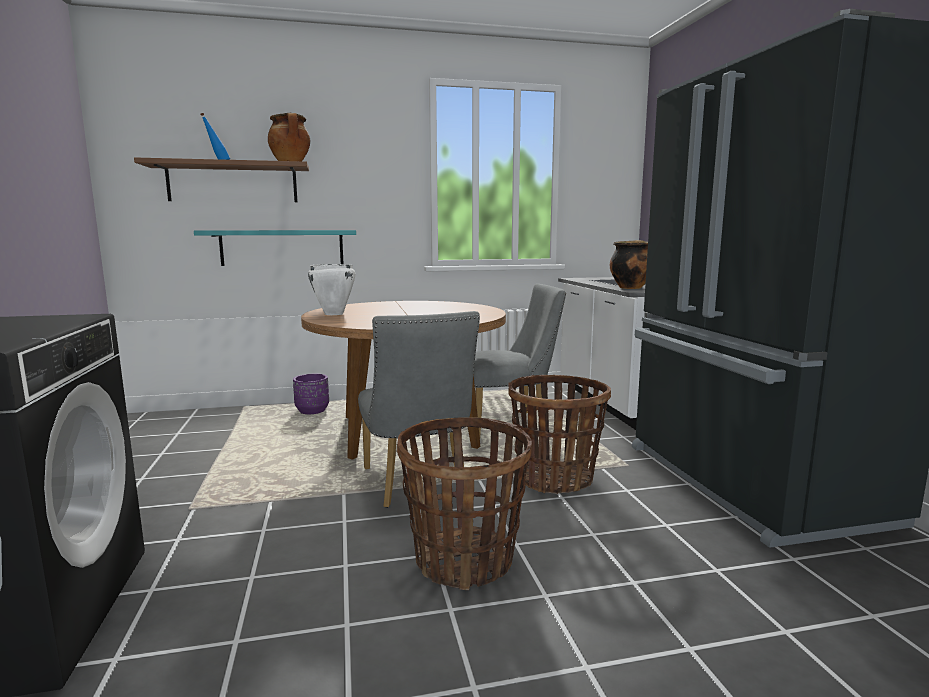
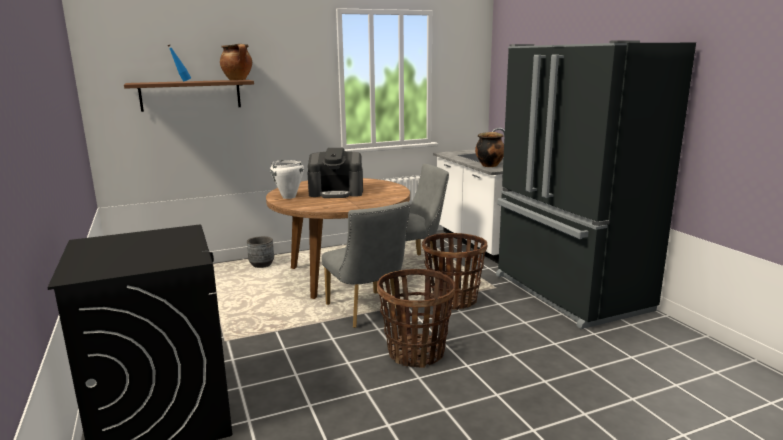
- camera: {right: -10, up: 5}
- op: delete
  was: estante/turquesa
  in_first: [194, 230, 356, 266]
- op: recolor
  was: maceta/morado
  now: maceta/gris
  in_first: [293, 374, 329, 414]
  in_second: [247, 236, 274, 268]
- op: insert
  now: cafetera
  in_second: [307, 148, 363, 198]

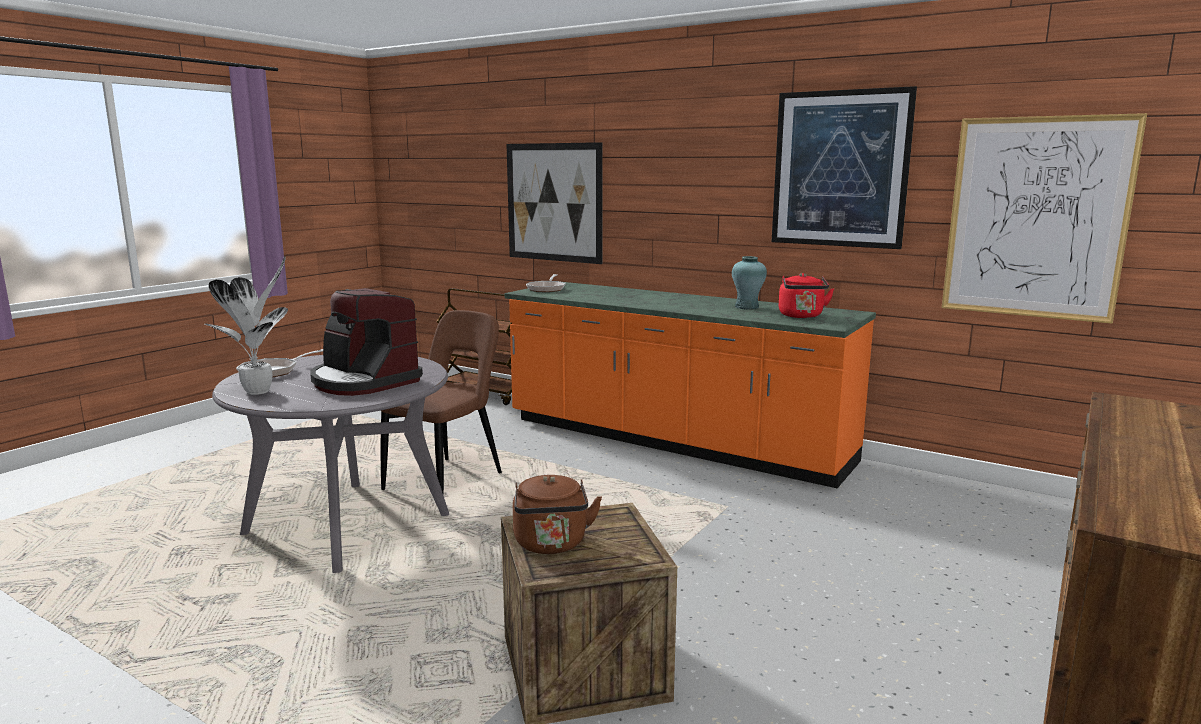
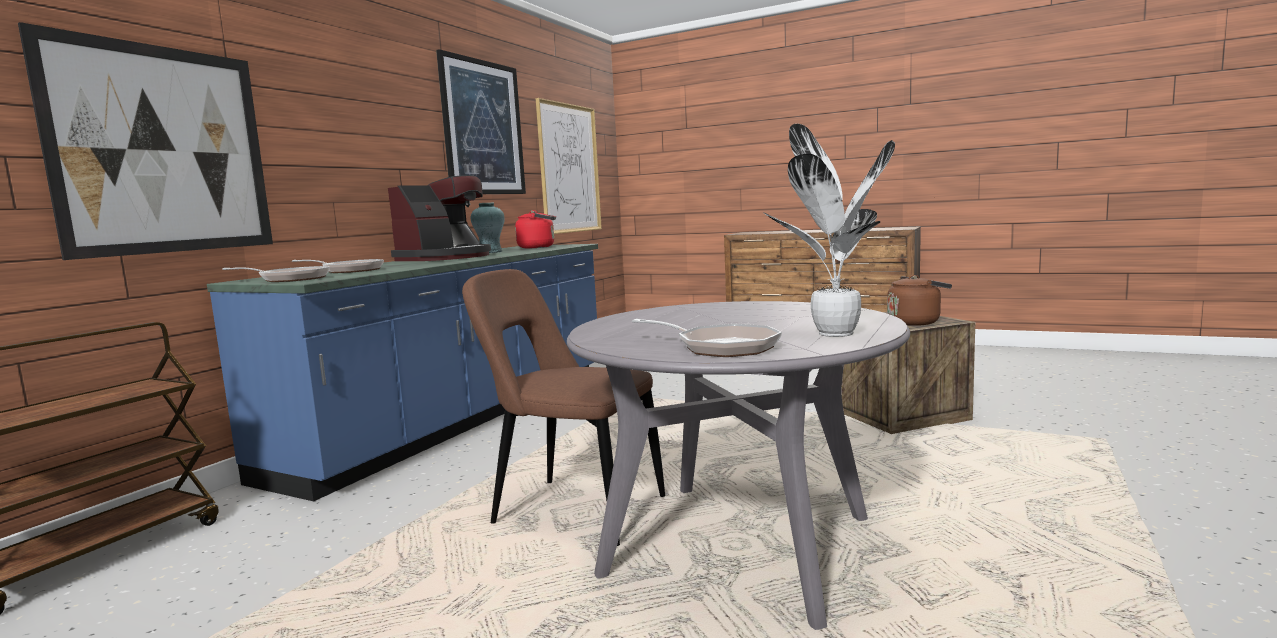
- camera: {right: -95, up: -5}
- op: recolor
  was: mueble bajo de cocina/naranja
  now: mueble bajo de cocina/azul
  in_first: [505, 282, 876, 488]
  in_second: [207, 244, 598, 501]
- op: move
  was: cafetera
  in_first: [310, 288, 423, 396]
  in_second: [388, 175, 491, 261]
- op: insert
  now: sartén
  in_second: [292, 259, 384, 273]

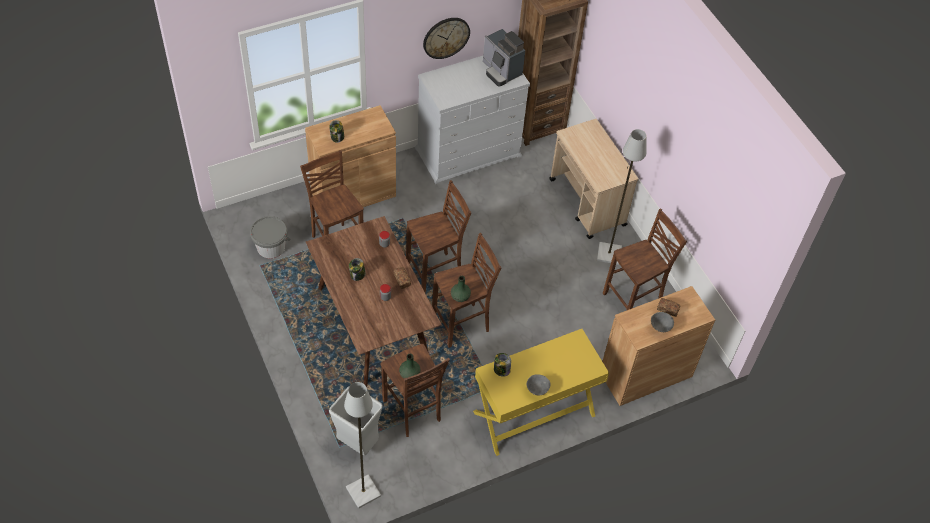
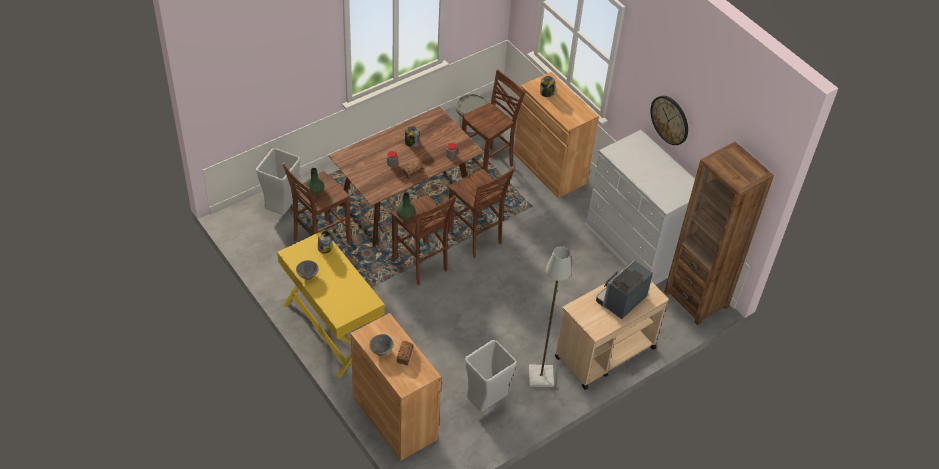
- camera: {right: 80, up: -5}
- op: move
  was: cafetera
  in_first: [483, 29, 525, 87]
  in_second: [596, 259, 653, 319]
- op: replace
  was: taburete/marrón
  now: papelera/gris
  in_first: [603, 208, 687, 311]
  in_second: [465, 340, 517, 412]
- op: delete
  was: lámpara de pie/gris
  in_first: [344, 382, 381, 509]

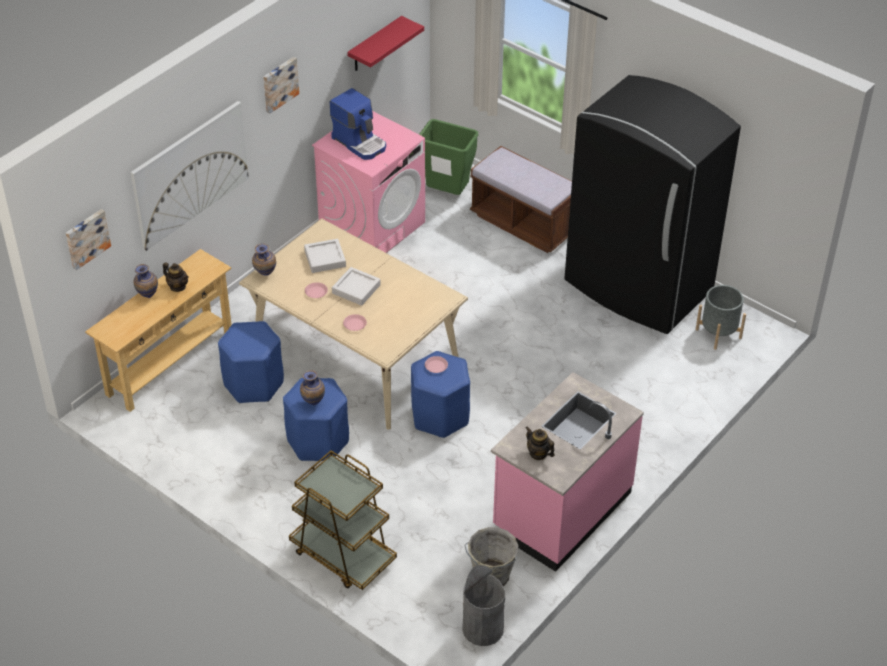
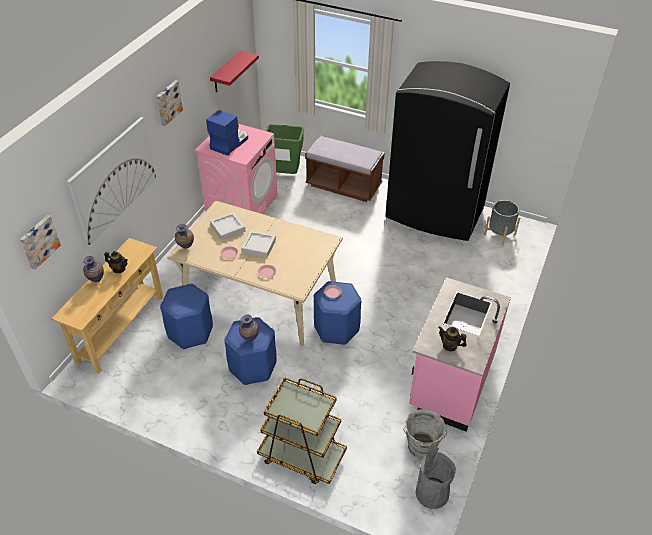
- camera: {right: -15, up: 0}
- op: rotate
  was: cafetera
  in_first: [330, 88, 386, 160]
  in_second: [206, 110, 248, 156]
  clockwise: -90

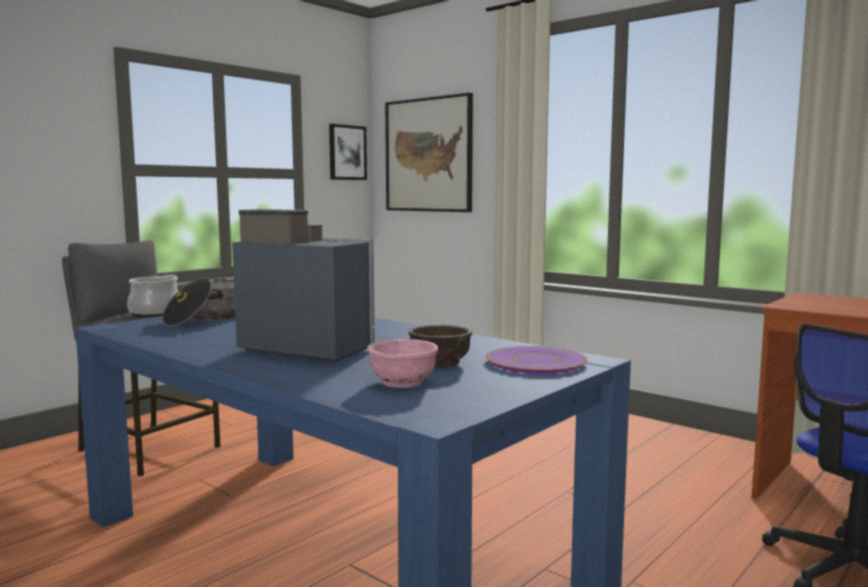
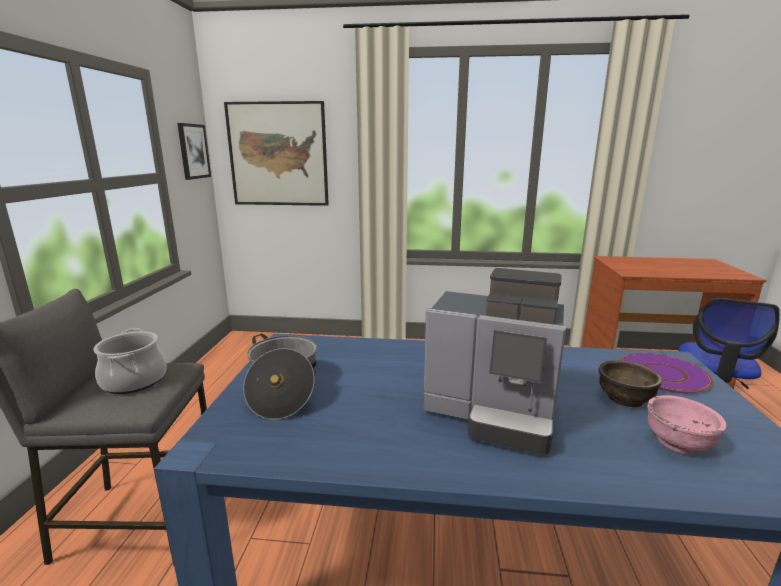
- camera: {right: -35, up: 10}
- op: rotate
  was: cafetera
  in_first: [232, 209, 375, 362]
  in_second: [423, 268, 566, 455]
  clockwise: -150

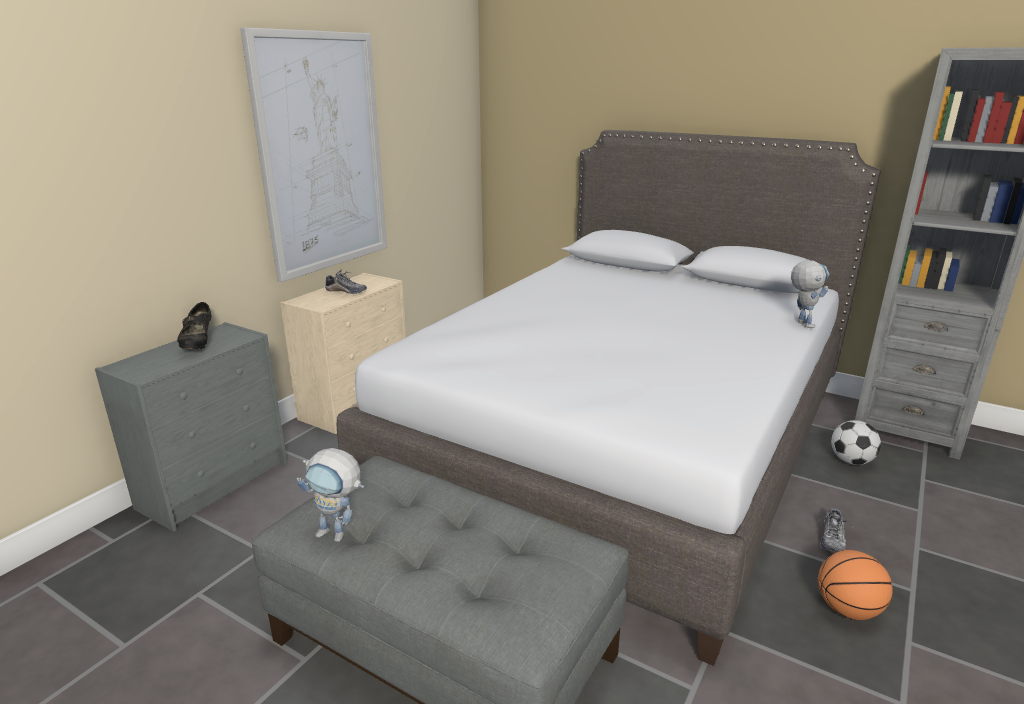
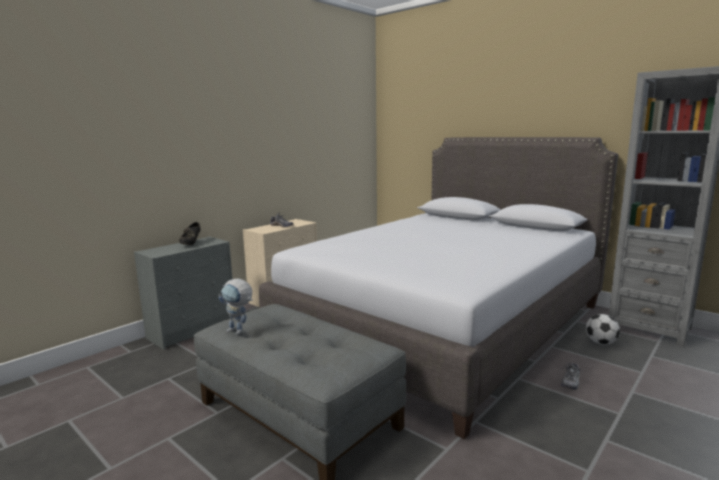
- camera: {right: 10, up: -10}
- op: delete
  was: cuadro
  in_first: [240, 27, 387, 282]
- op: delete
  was: robot de juguete
  in_first: [791, 260, 829, 328]
- op: delete
  was: balón de baloncesto
  in_first: [818, 550, 893, 620]

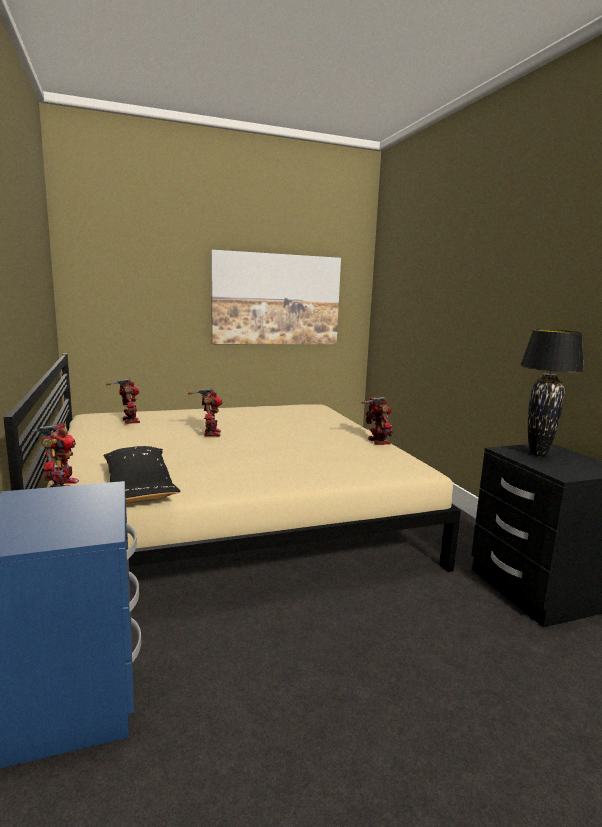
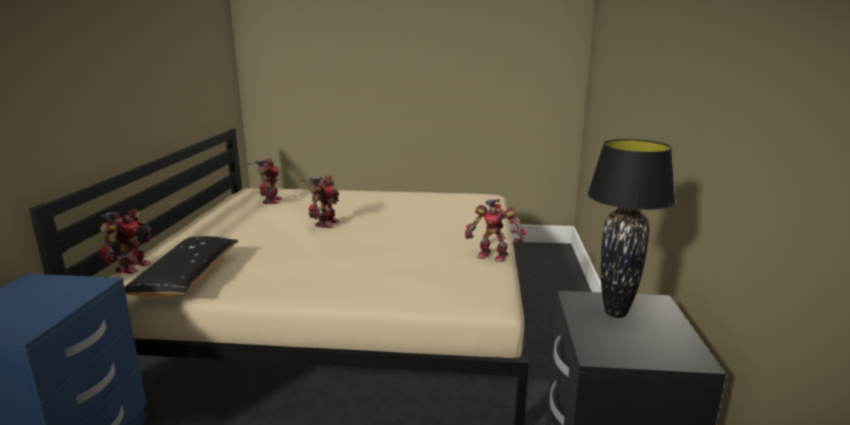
- camera: {right: 25, up: 5}
- op: delete
  was: cuadro
  in_first: [211, 250, 341, 344]
- op: rotate
  was: robot de juguete
  in_first: [361, 397, 394, 445]
  in_second: [465, 199, 526, 262]
  clockwise: 105

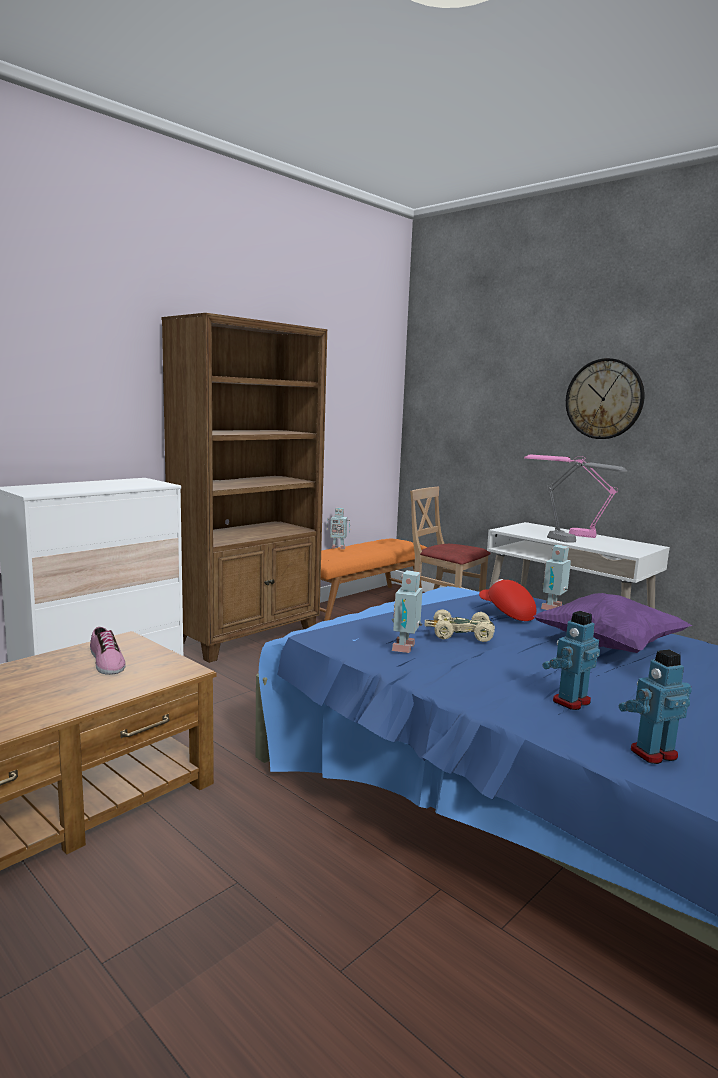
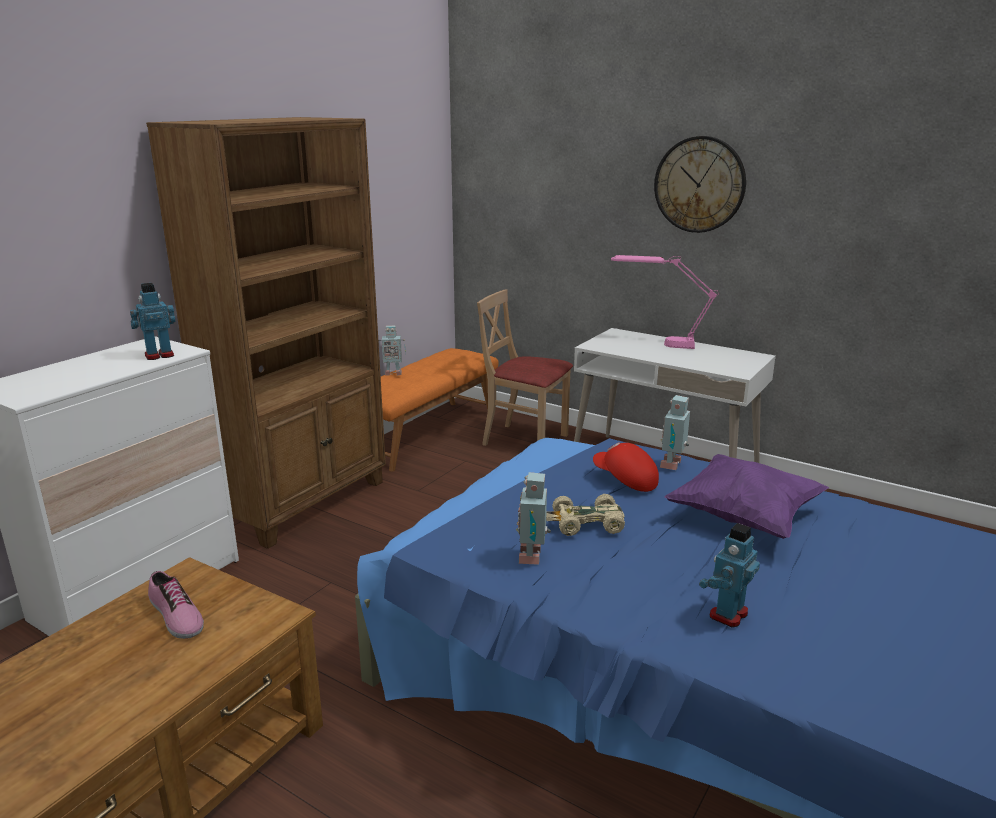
- camera: {right: -10, up: 10}
- op: delete
  was: lámpara de mesa/gris
  in_first: [547, 459, 627, 543]
- op: move
  was: robot de juguete
  in_first: [619, 649, 692, 764]
  in_second: [130, 283, 176, 360]

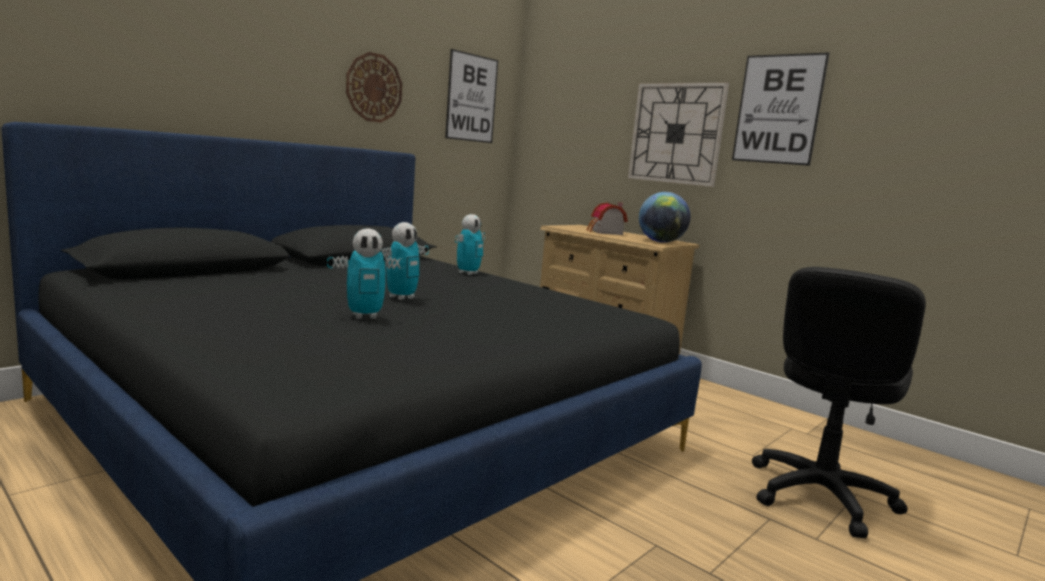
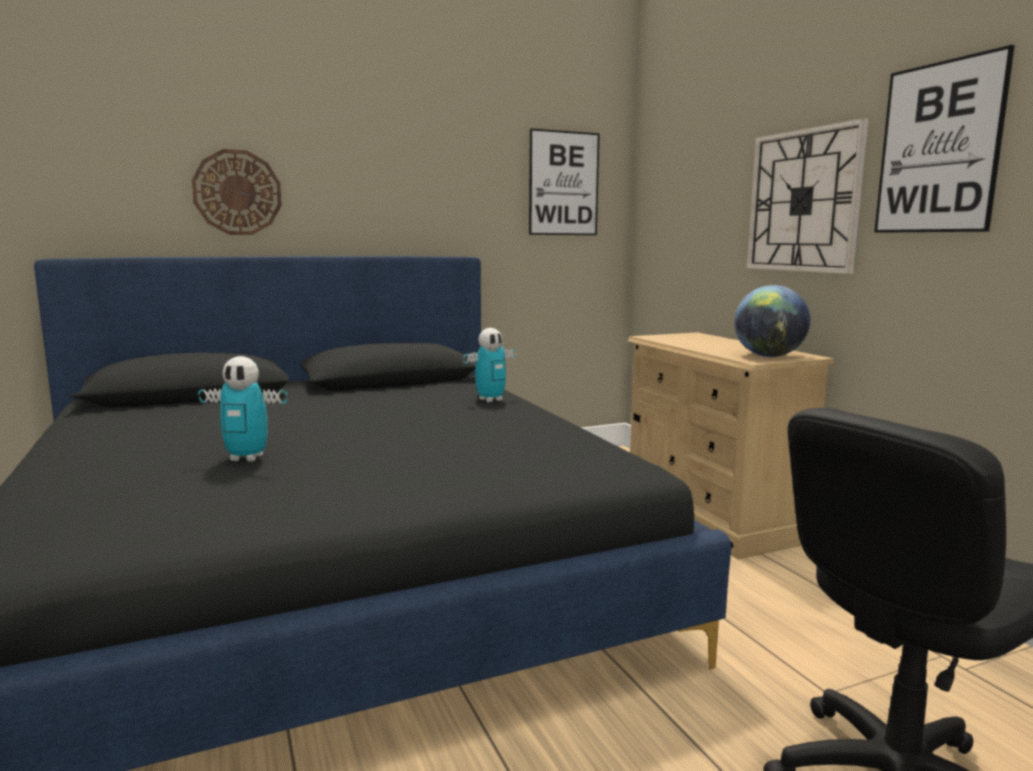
- camera: {right: 25, up: 0}
- op: move
  was: reloj de pared
  in_first: [346, 52, 402, 123]
  in_second: [192, 149, 282, 235]
- op: delete
  was: casita
  in_first: [586, 202, 628, 235]
- op: delete
  was: robot de juguete
  in_first: [381, 222, 429, 300]

